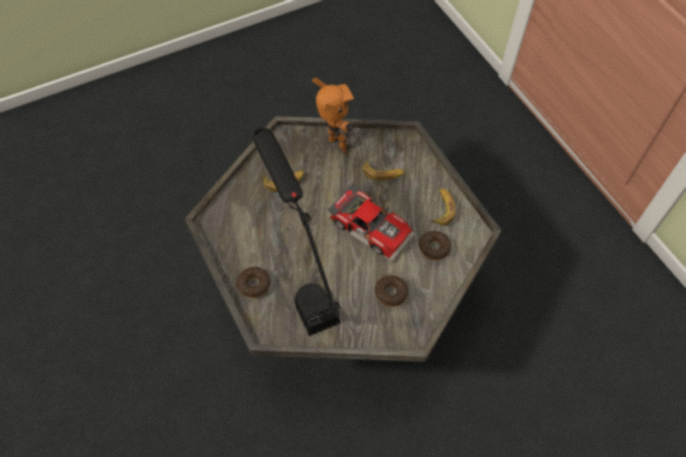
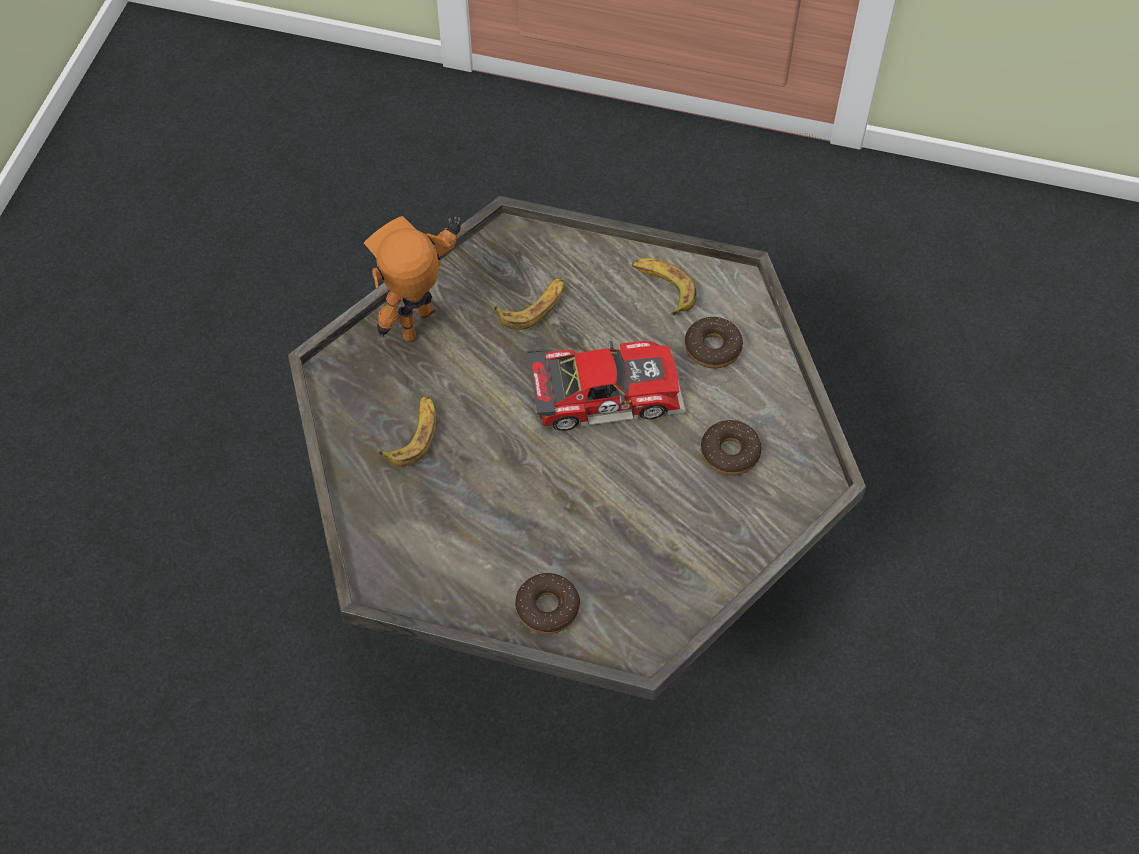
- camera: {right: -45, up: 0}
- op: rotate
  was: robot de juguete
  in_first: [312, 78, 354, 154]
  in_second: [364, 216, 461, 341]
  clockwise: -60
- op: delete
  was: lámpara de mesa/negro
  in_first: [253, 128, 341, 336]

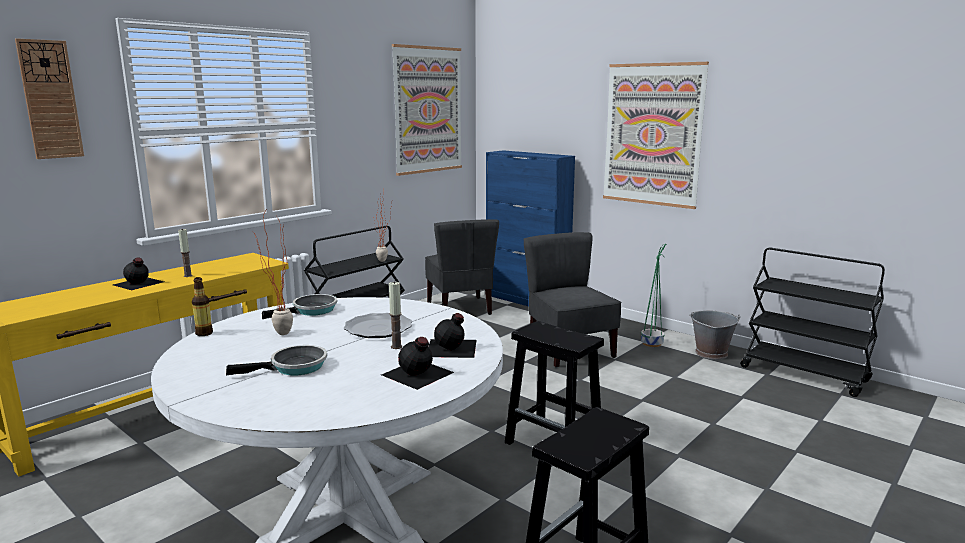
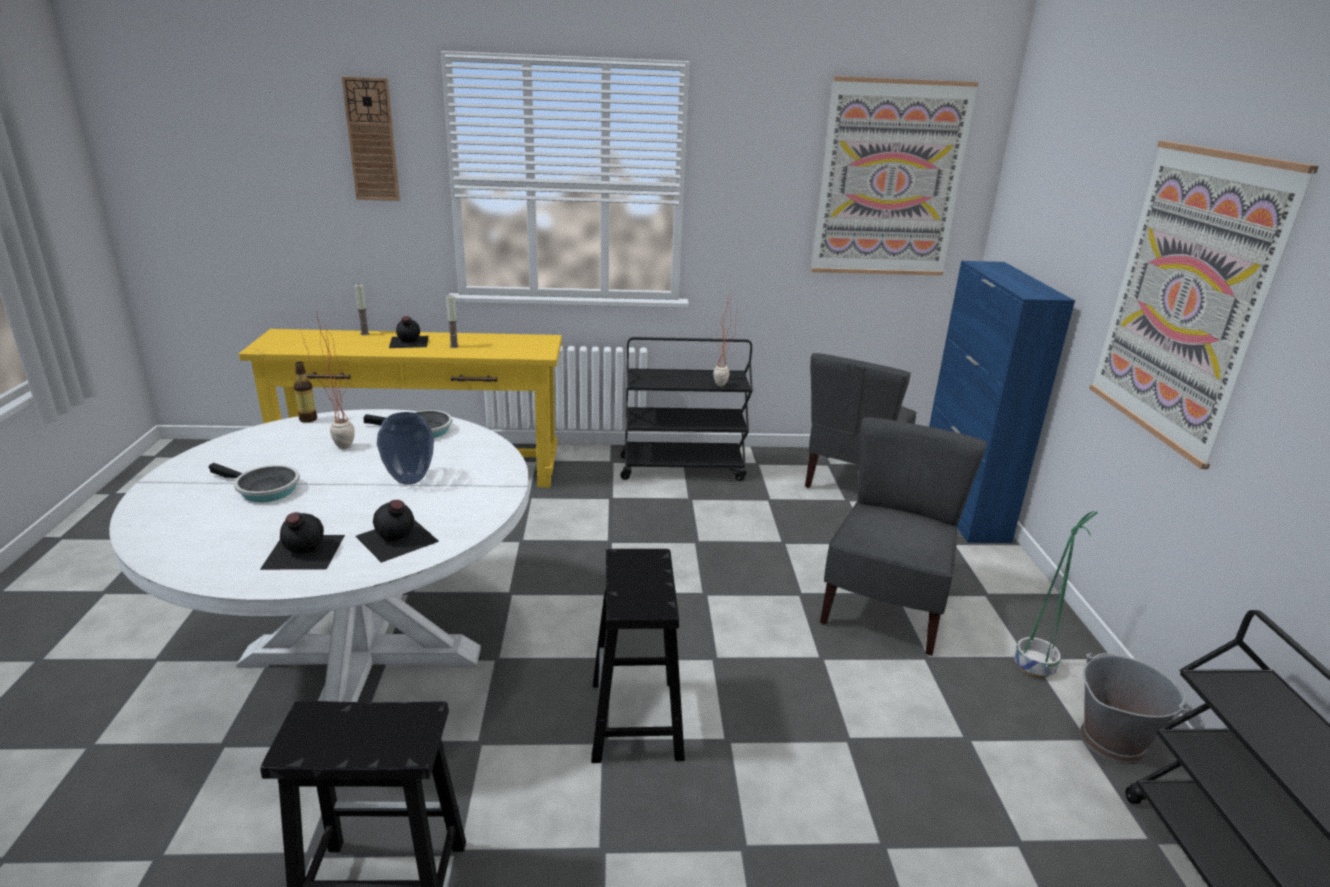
- camera: {right: 45, up: 10}
- op: move
  was: vela
  in_first: [389, 281, 403, 349]
  in_second: [355, 284, 370, 335]
- op: replace
  was: plato
  now: florero
  in_first: [344, 313, 412, 338]
  in_second: [377, 412, 434, 485]

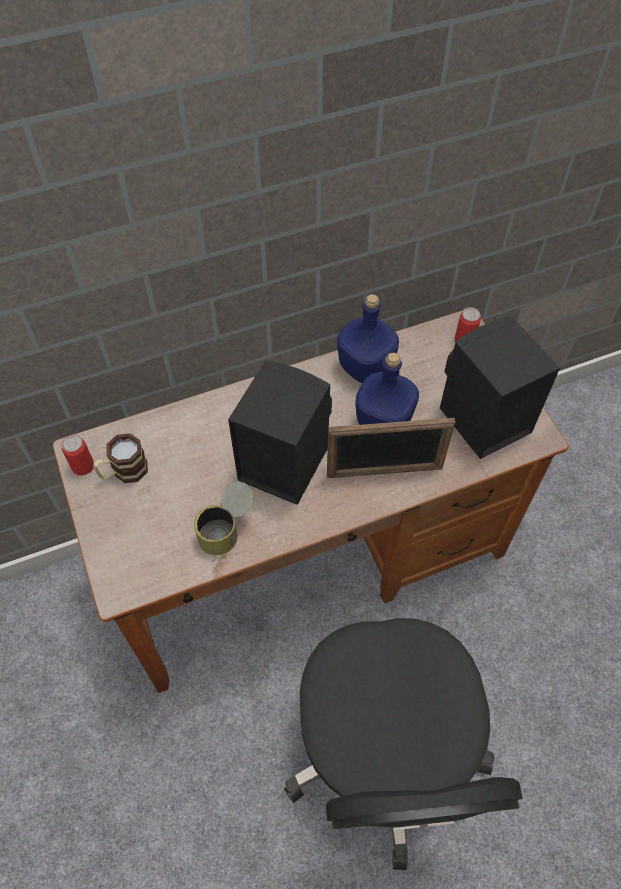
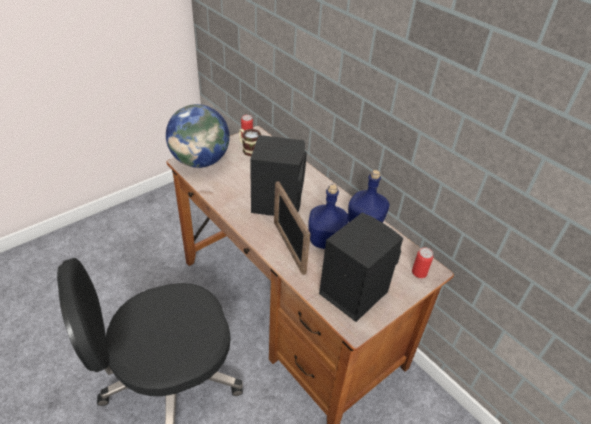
- camera: {right: 70, up: -15}
- op: delete
  was: lata
  in_first: [194, 481, 253, 555]
- op: insert
  now: globo terráqueo
  in_second: [166, 104, 230, 168]

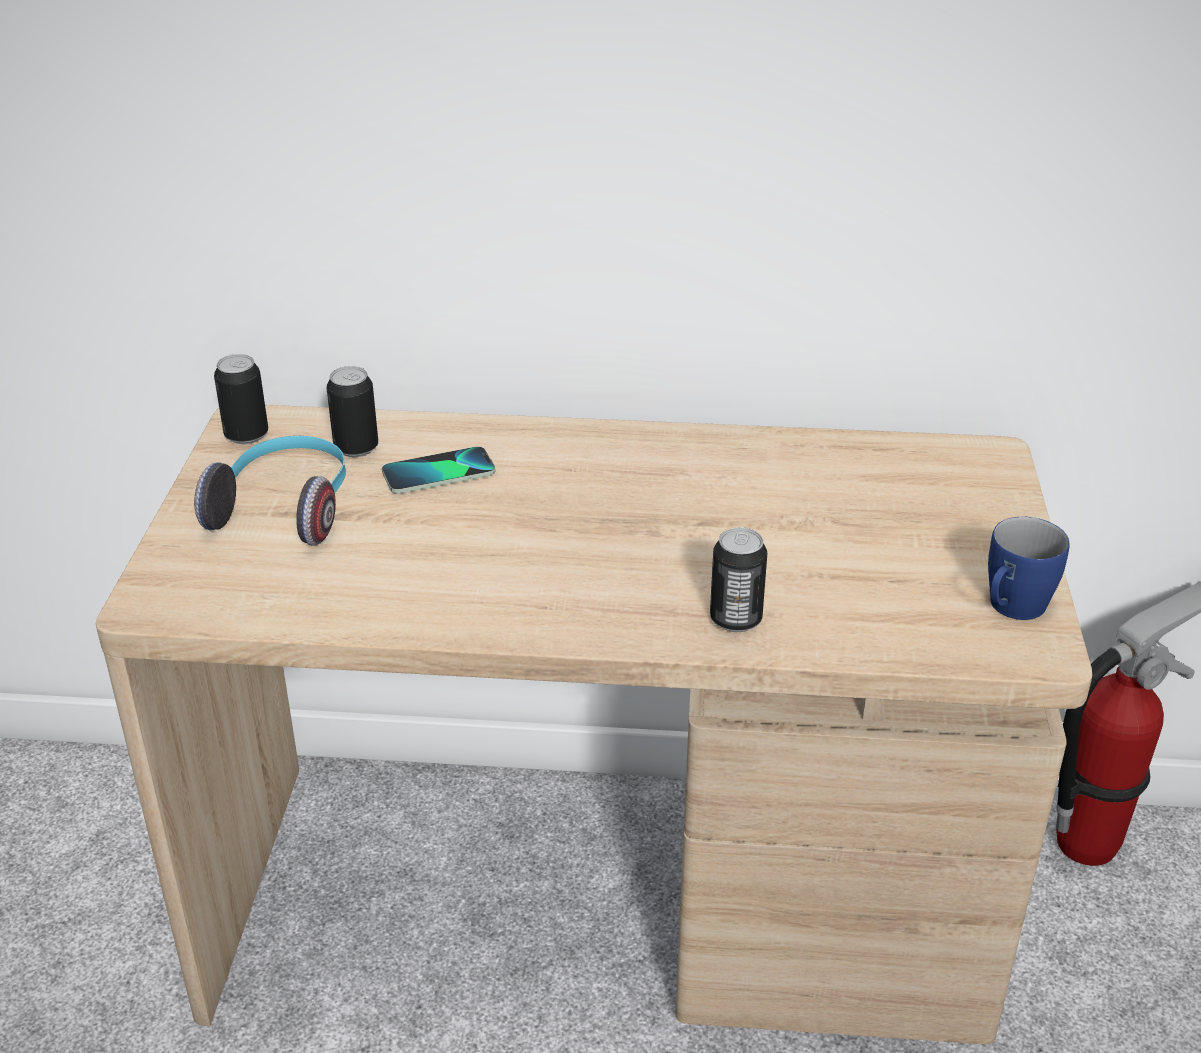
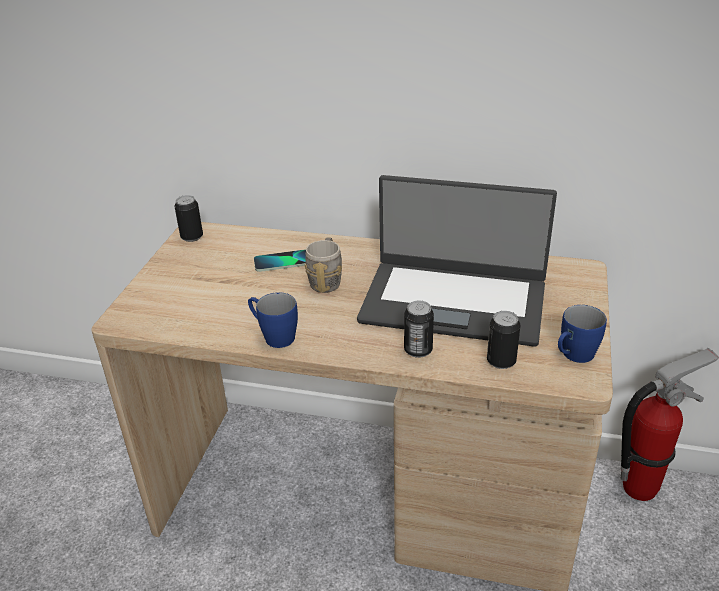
- camera: {right: 10, up: 0}
- op: move
  was: lata
  in_first: [327, 366, 378, 457]
  in_second: [487, 311, 521, 369]
- op: delete
  was: auriculares
  in_first: [194, 436, 346, 546]
- op: insert
  now: portátil
  in_second: [357, 175, 557, 347]
- op: insert
  now: taza grande/gris
  in_second: [305, 237, 342, 293]
- op: insert
  now: taza grande/azul
  in_second: [248, 292, 298, 348]

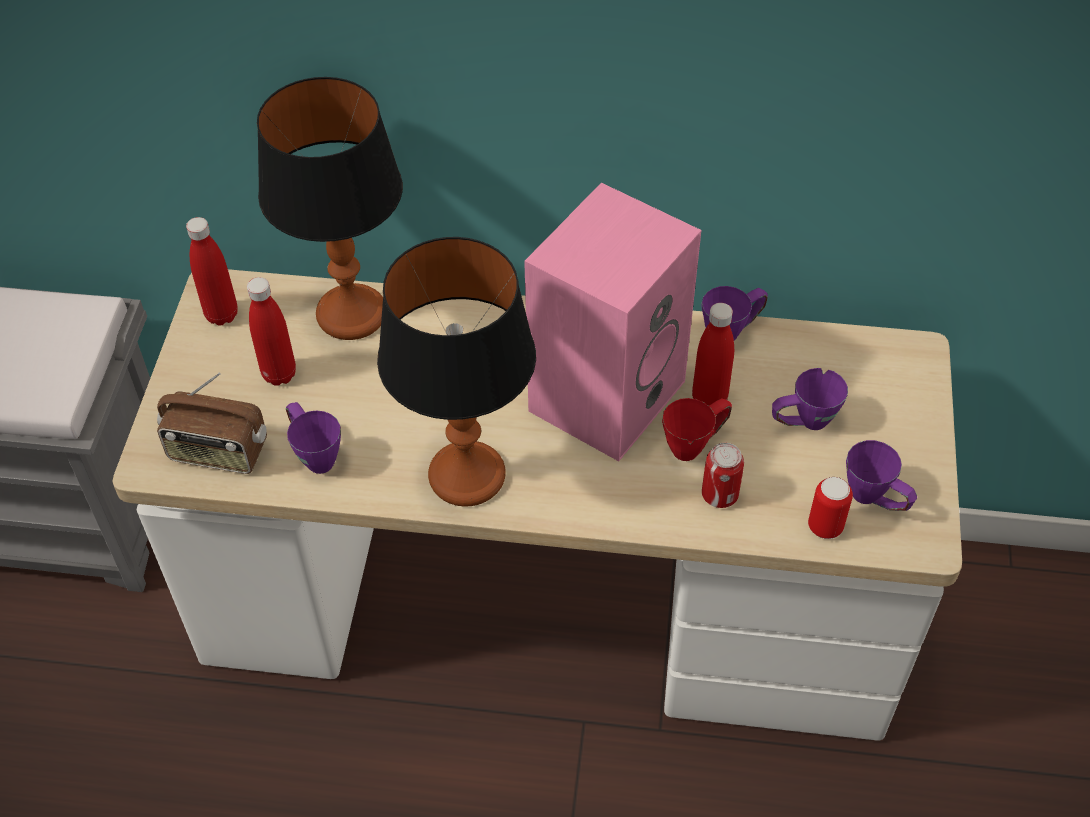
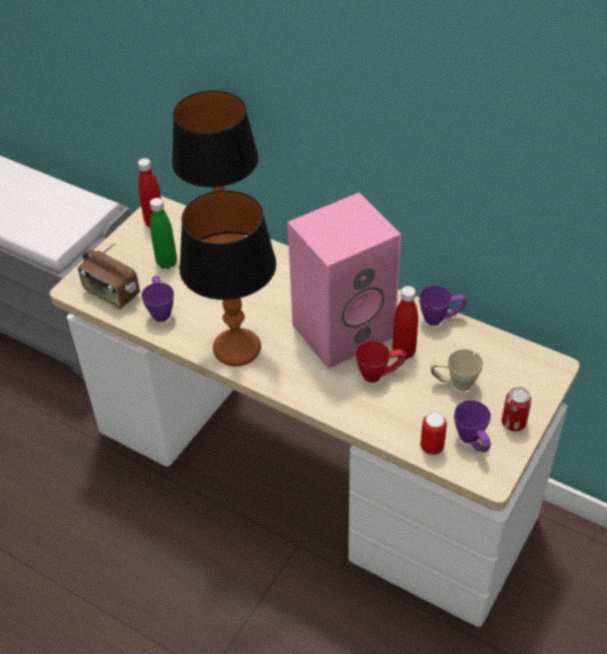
- camera: {right: 25, up: -5}
- op: recolor
  was: botella/rojo
  now: botella/verde
  in_first: [247, 277, 296, 386]
  in_second: [150, 198, 177, 269]
- op: recolor
  was: taza grande/morado
  now: taza grande/beis
  in_first: [772, 368, 848, 430]
  in_second: [430, 349, 483, 391]
- op: move
  was: lata
  in_first: [702, 443, 744, 508]
  in_second: [502, 387, 531, 431]

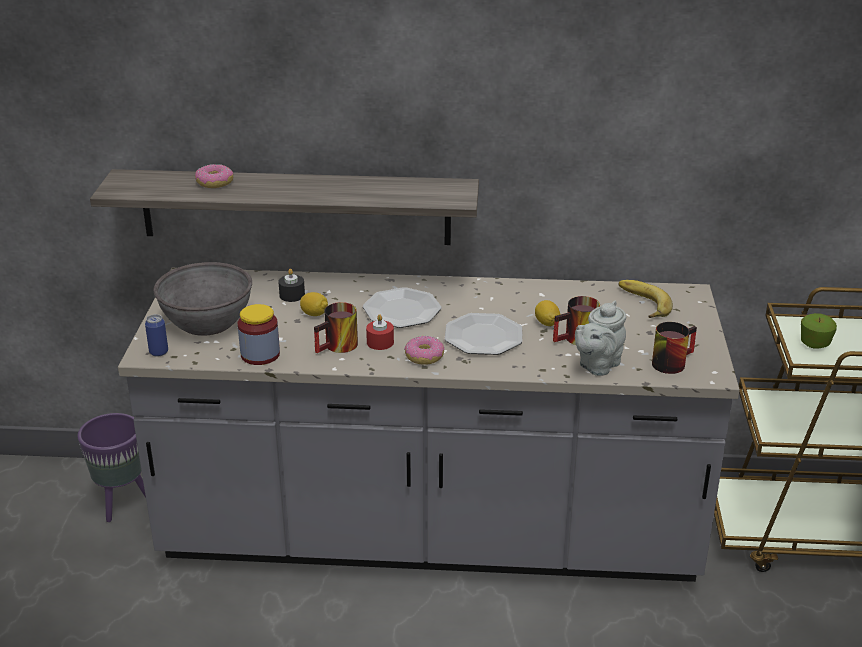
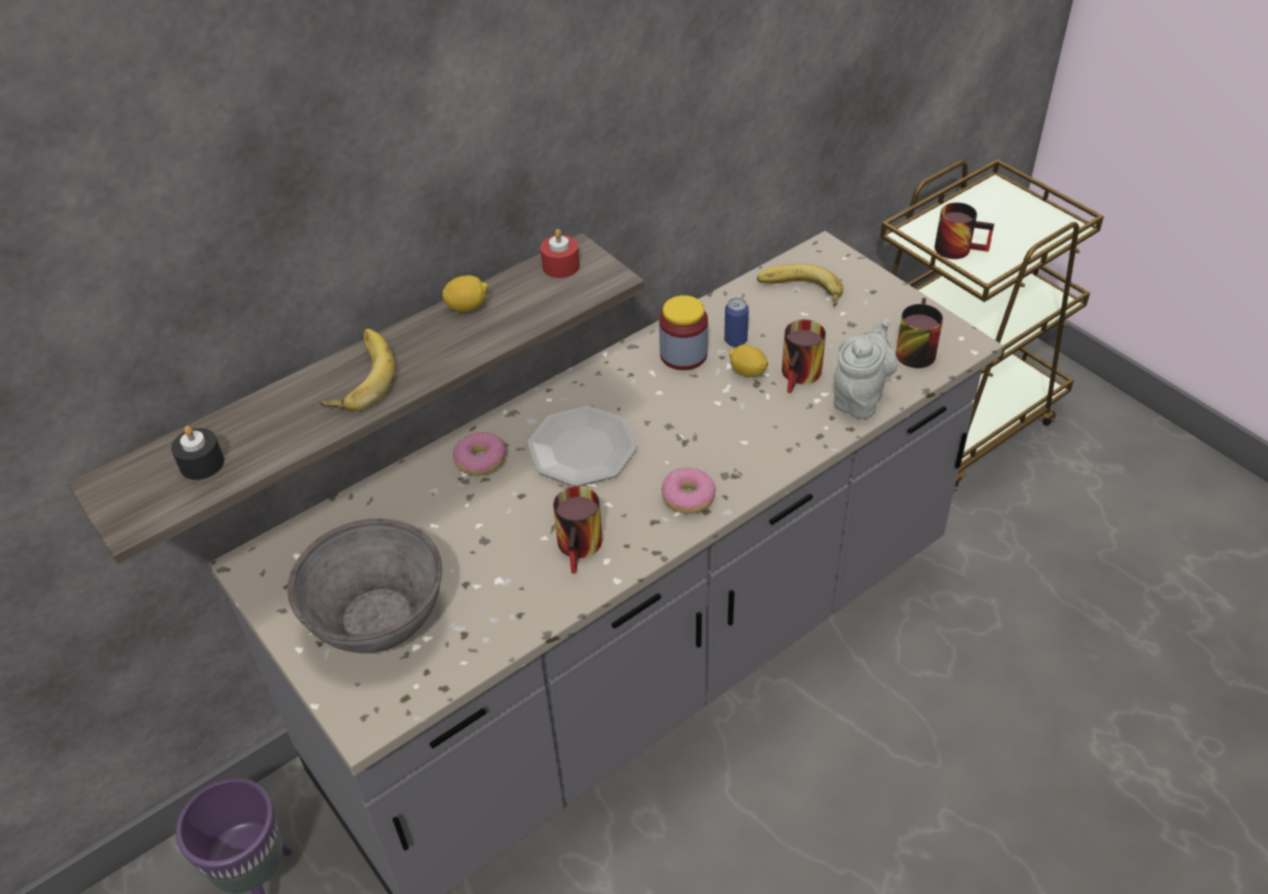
- camera: {right: -40, up: 15}
- op: move
  was: rosquilla
  in_first: [195, 164, 234, 188]
  in_second: [453, 432, 506, 476]
- op: move
  was: vela/negro
  in_first: [278, 268, 305, 302]
  in_second: [171, 426, 224, 480]
- op: move
  was: limón
  in_first: [300, 292, 328, 316]
  in_second: [442, 275, 488, 312]
- op: rotate
  was: tetera/gris
  in_first: [575, 301, 626, 376]
  in_second: [834, 319, 897, 419]
  clockwise: -150
- op: move
  was: tarro
  in_first: [238, 304, 280, 365]
  in_second: [659, 295, 708, 370]
- op: delete
  was: plato
  in_first: [445, 313, 522, 355]
- op: replace
  was: manzana
  now: taza grande
  in_first: [801, 313, 837, 349]
  in_second: [935, 202, 994, 259]
- op: move
  was: lata
  in_first: [145, 314, 168, 357]
  in_second: [724, 297, 749, 347]
- op: move
  was: vela/rojo
  in_first: [366, 314, 394, 350]
  in_second: [540, 229, 580, 278]
- op: insert
  now: plátano
  in_second: [320, 329, 396, 412]

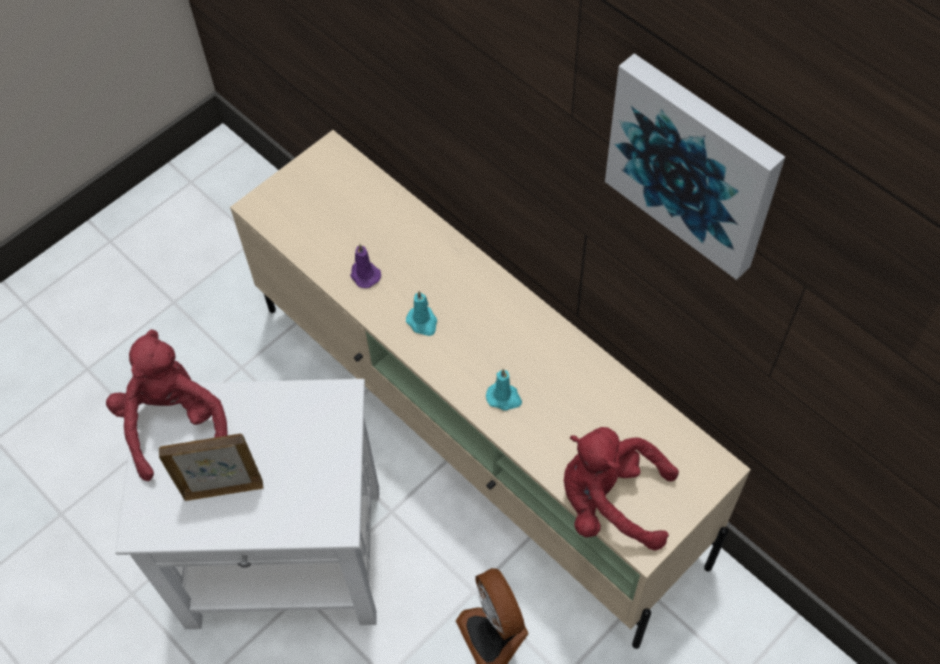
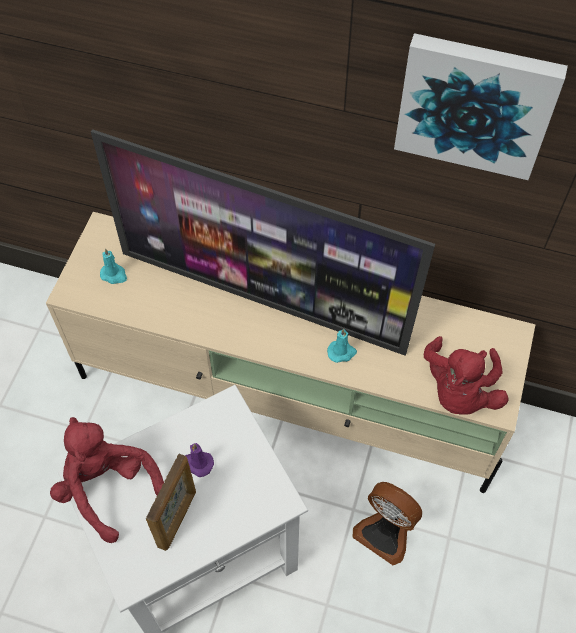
- camera: {right: -30, up: 0}
- op: move
  was: vela/morado
  in_first: [350, 244, 381, 288]
  in_second: [185, 443, 214, 477]
- op: move
  was: vela/turquesa
  in_first: [406, 291, 437, 336]
  in_second: [100, 248, 127, 284]
- op: rotate
  was: peluche/rojo
  in_first: [564, 427, 679, 551]
  in_second: [424, 336, 508, 415]
  clockwise: -60
- op: rotate
  was: portarretratos
  in_first: [159, 434, 263, 501]
  in_second: [146, 454, 196, 551]
  clockwise: 150
- op: insert
  now: televisor
  in_second: [91, 129, 435, 356]

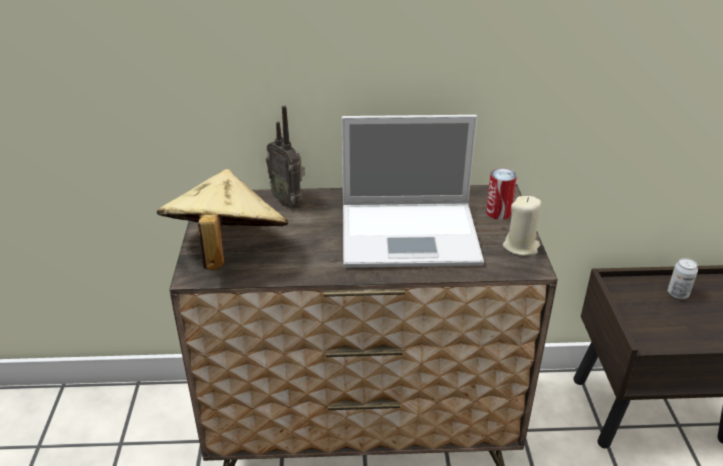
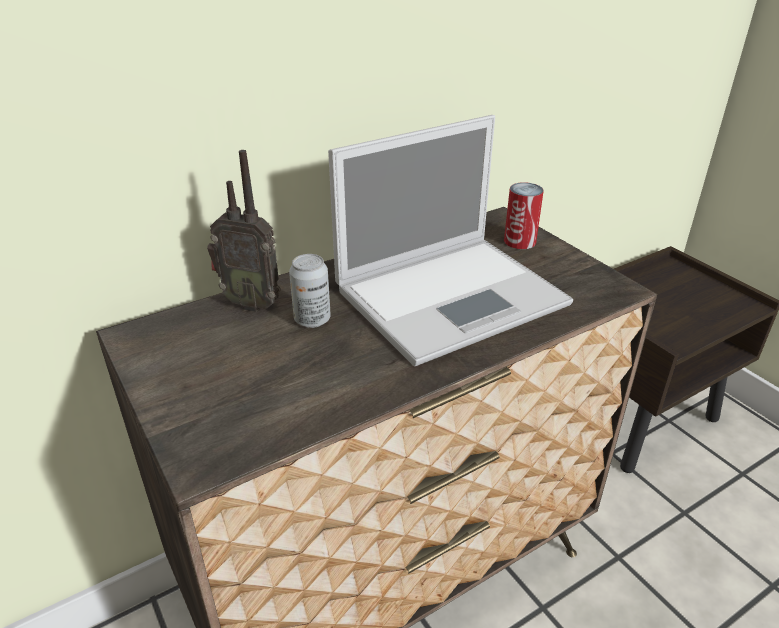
- camera: {right: -30, up: 0}
- op: delete
  was: sombrero/beis
  in_first: [157, 169, 288, 270]
- op: delete
  was: vela/beis
  in_first: [503, 196, 541, 256]
- op: move
  was: lata
  in_first: [668, 258, 698, 299]
  in_second: [289, 254, 330, 328]

